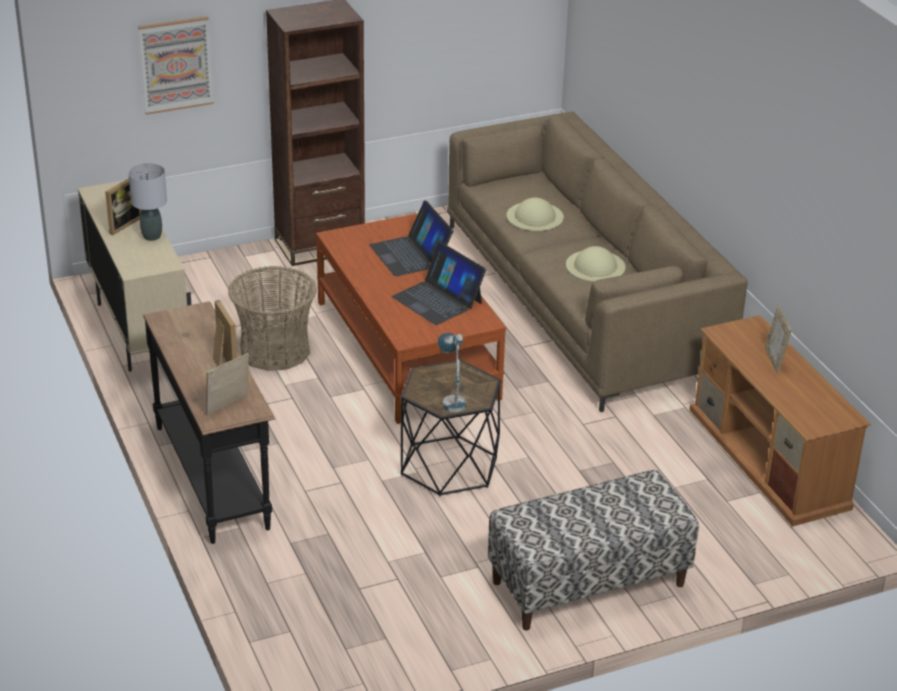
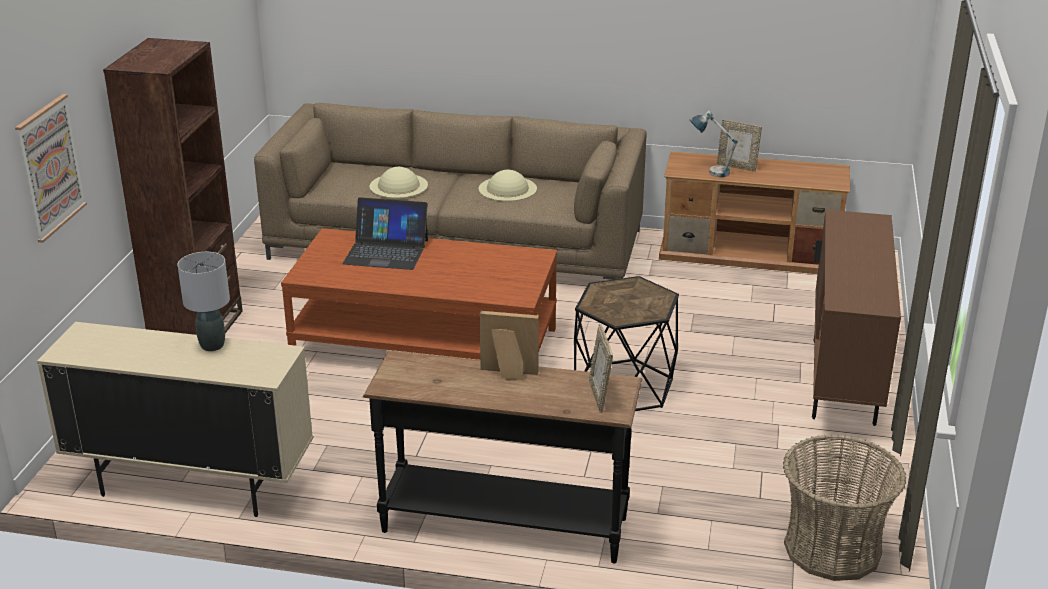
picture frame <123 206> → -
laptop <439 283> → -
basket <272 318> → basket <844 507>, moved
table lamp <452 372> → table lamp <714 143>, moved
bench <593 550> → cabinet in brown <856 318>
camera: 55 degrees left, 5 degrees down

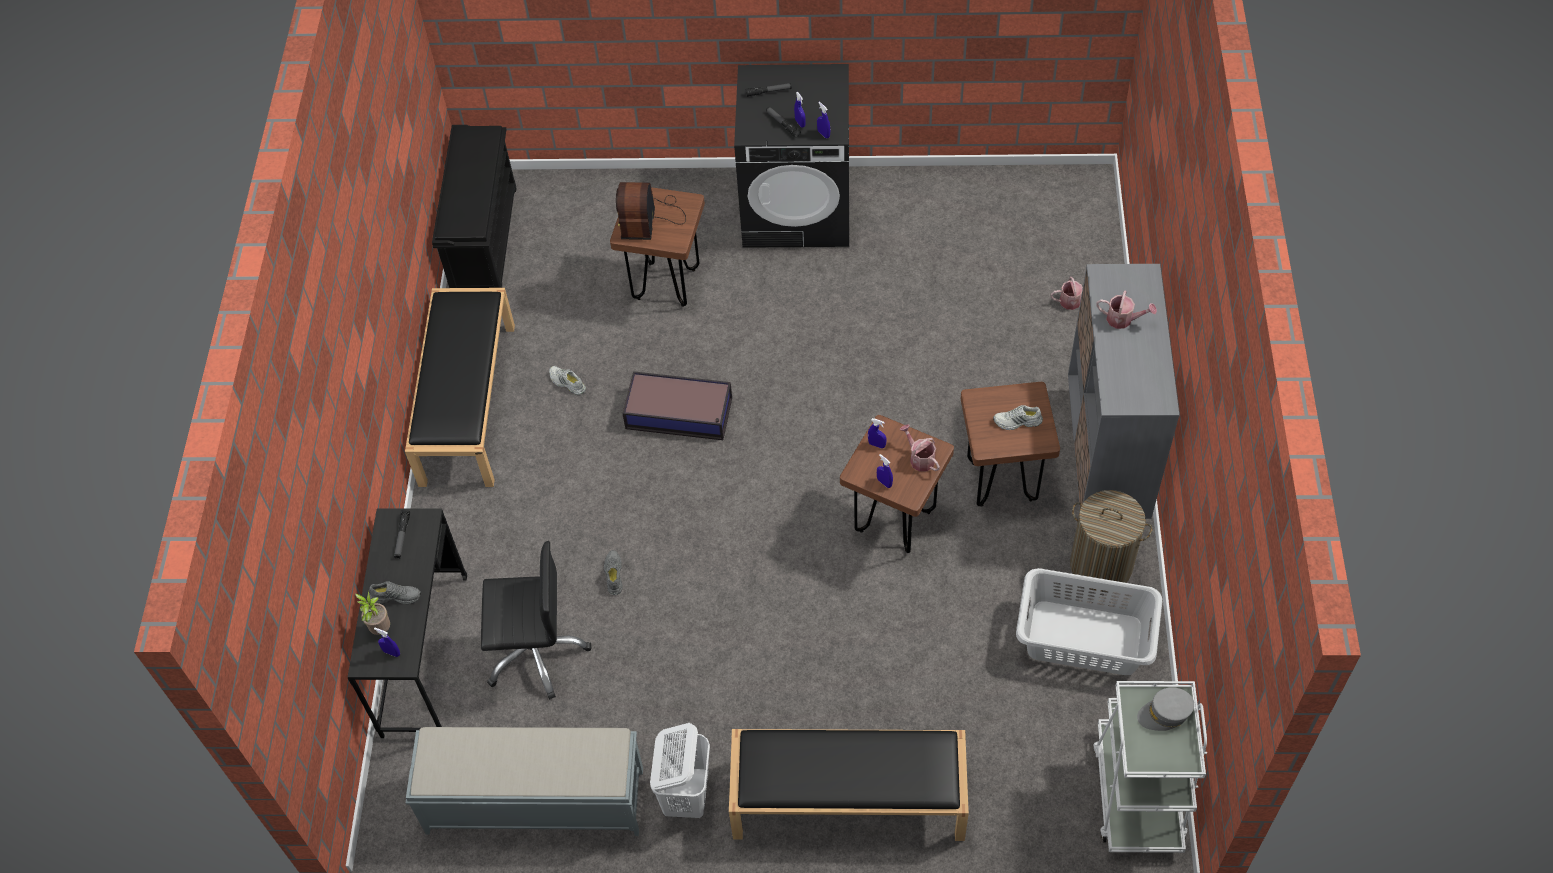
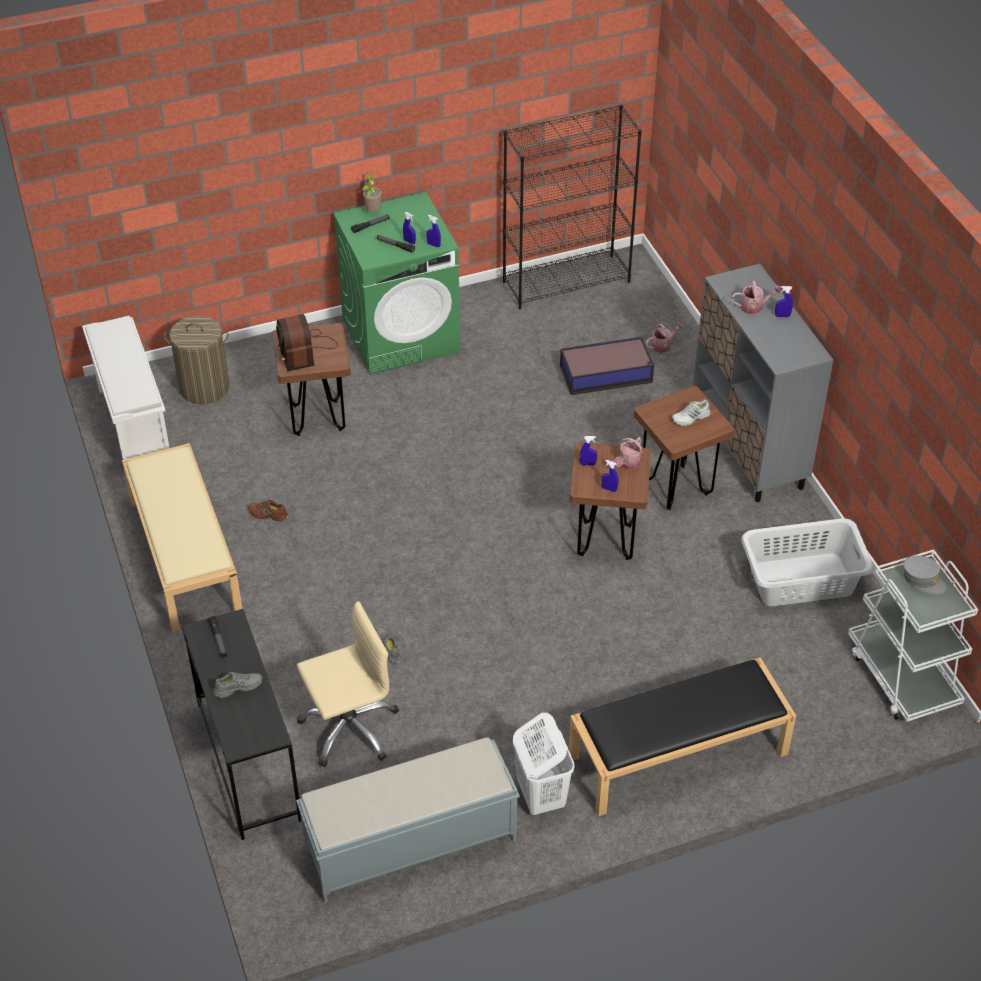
washing machine in black <791 156> → washing machine in green <396 283>
shoe rack in black <474 206> → shoe rack in white <126 388>
bench in black <460 387> → bench in beige <182 537>
shoe in white <567 380> → shoe in brown <268 510>
storage box <677 405> → storage box <607 366>, moved
watering can <920 448> → watering can <628 453>, 90 degrees counterclockwise
laundry basket <1111 541> → laundry basket <196 360>, moved
office chair in black <536 620> → office chair in beige <348 684>
potted plant <372 612> → potted plant <371 192>, moved
spray bottle in blue <387 642> → spray bottle in blue <784 301>, moved
cap in grey <1165 709> → cap in grey <925 575>, 105 degrees counterclockwise
- → bookcase in black <572 207>
camera: 25 degrees left, 10 degrees down

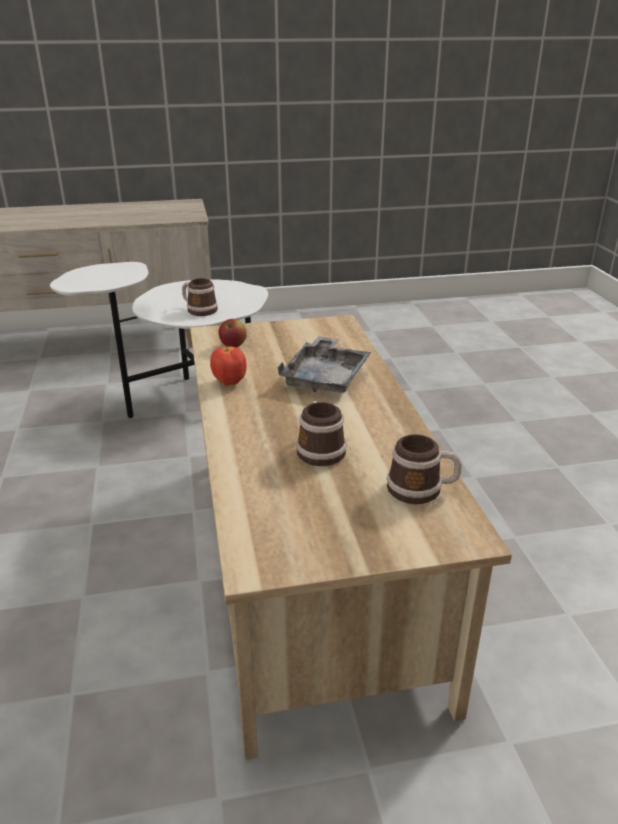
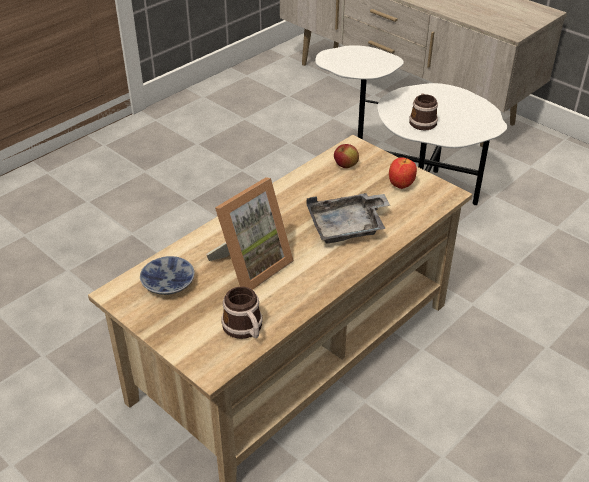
apple <228 365> → apple <403 173>, moved
mug <321 433> → picture frame <250 233>
- → bowl <167 275>
camera: 55 degrees right, 10 degrees up

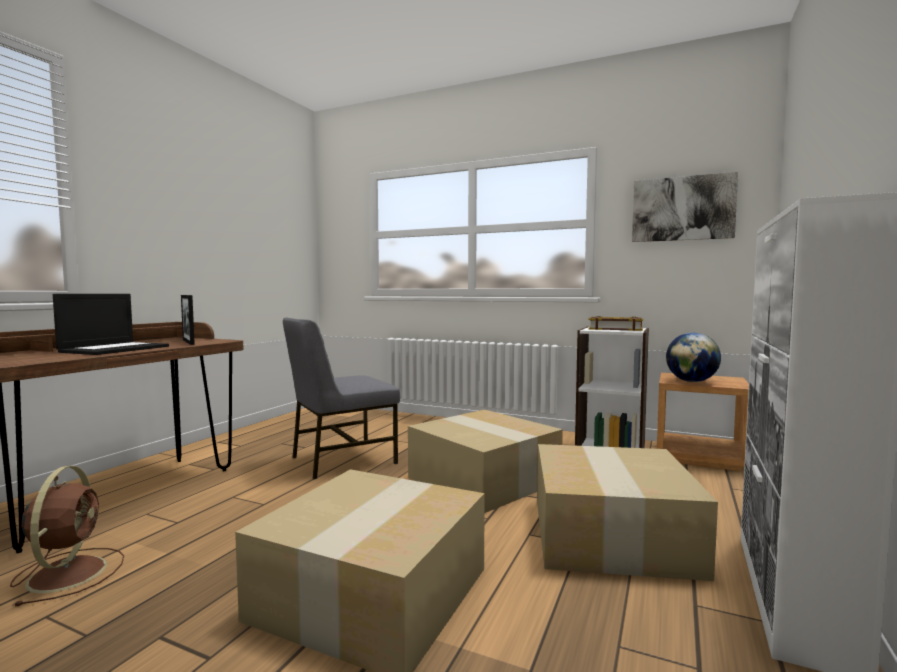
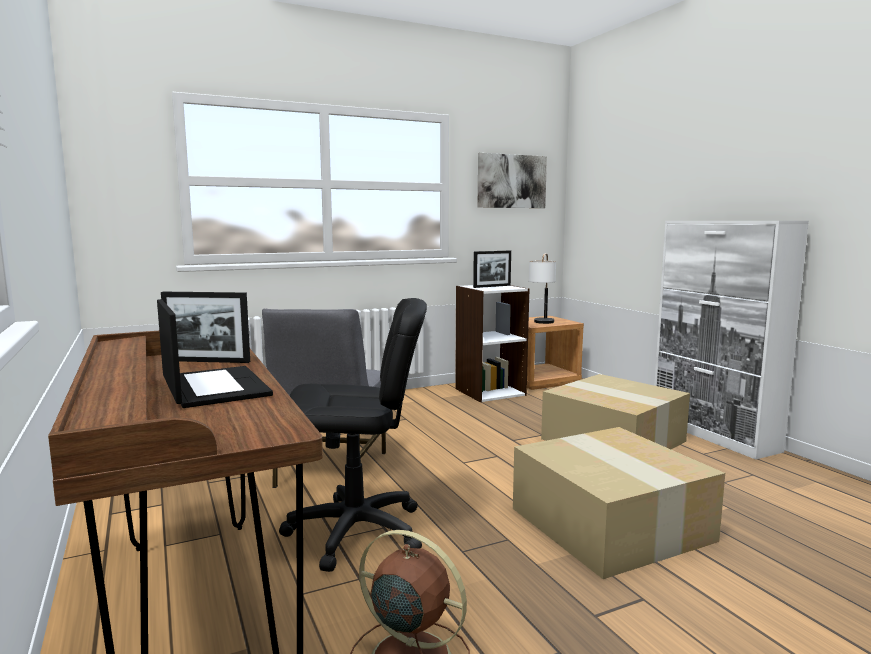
book <616 323> → picture frame <492 269>
globe <693 357> → table lamp <542 288>
cardboard box <485 461> → -
- → office chair in black <353 435>
camera: 50 degrees left, 5 degrees up

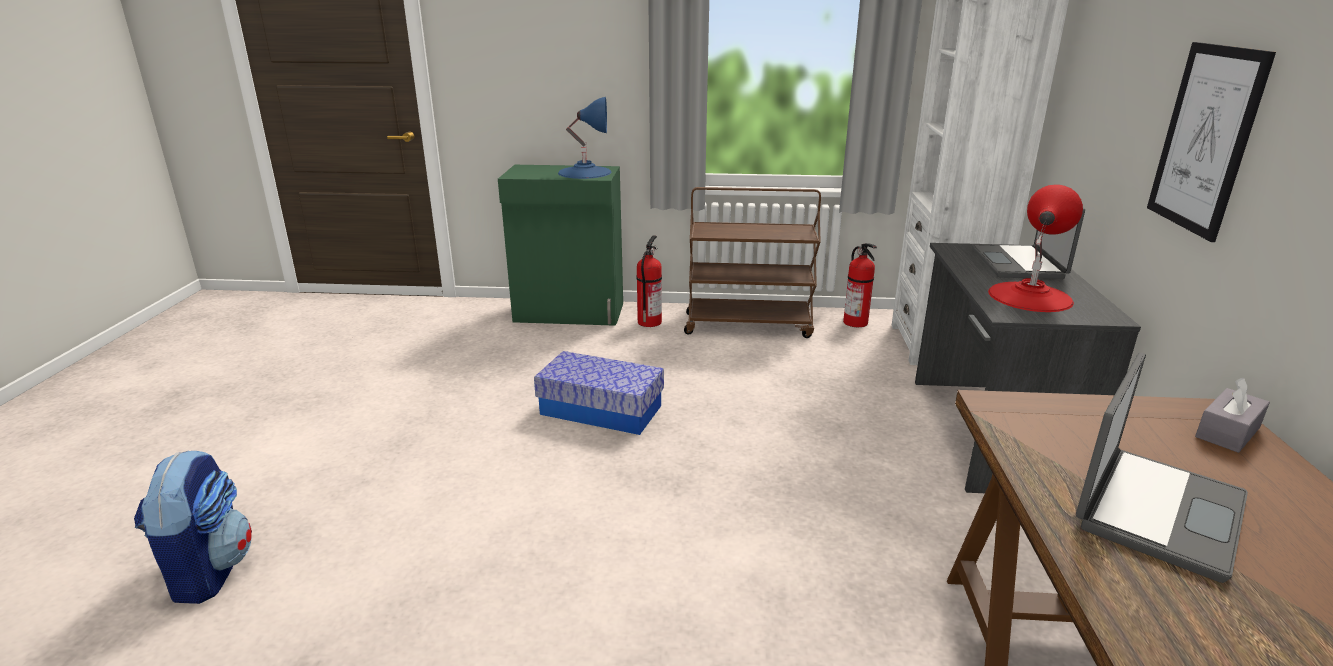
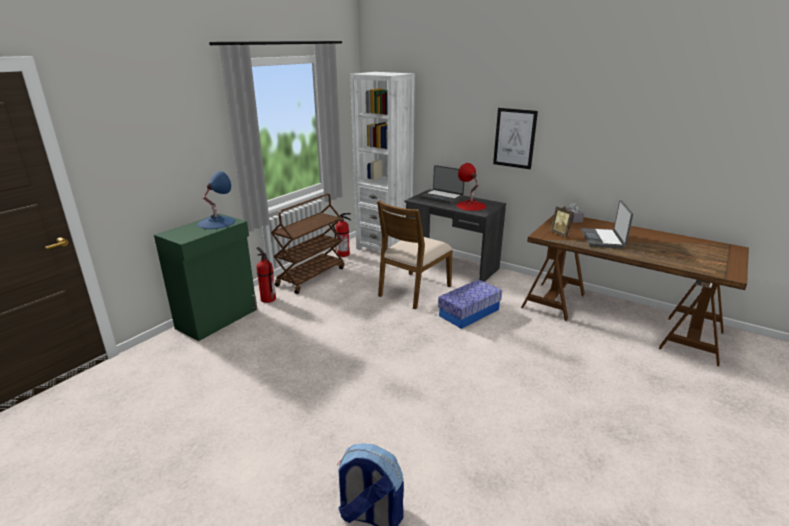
storage box <599 393> → storage box <470 304>, moved
laptop <1162 467> → laptop <607 224>, 150 degrees counterclockwise
- → chair in brown <415 255>
- → picture frame <562 221>
camera: 60 degrees left, 0 degrees up

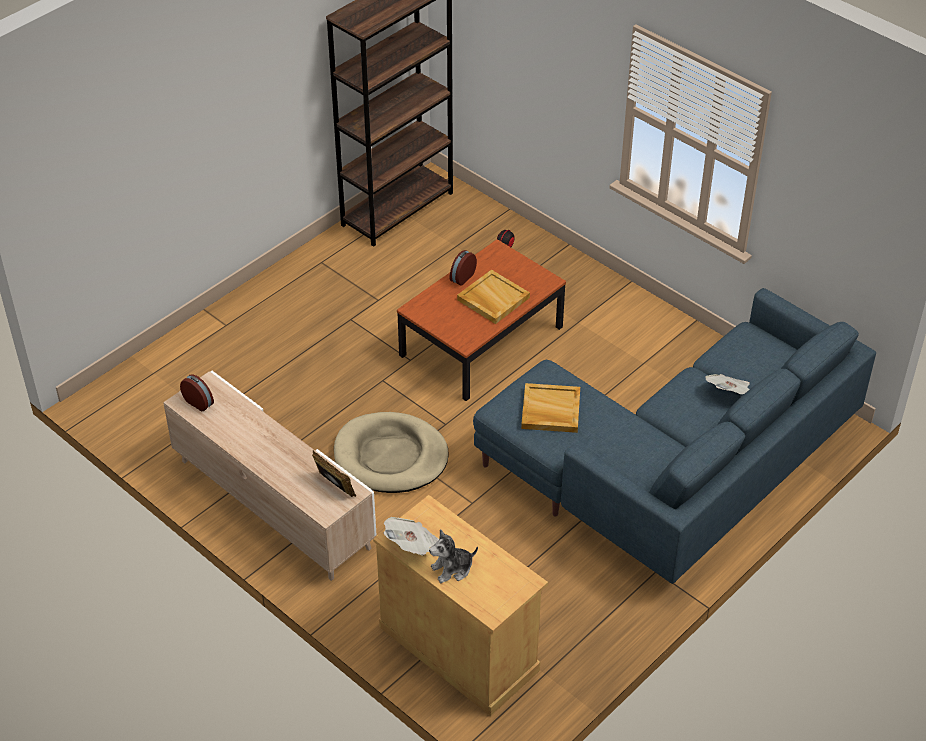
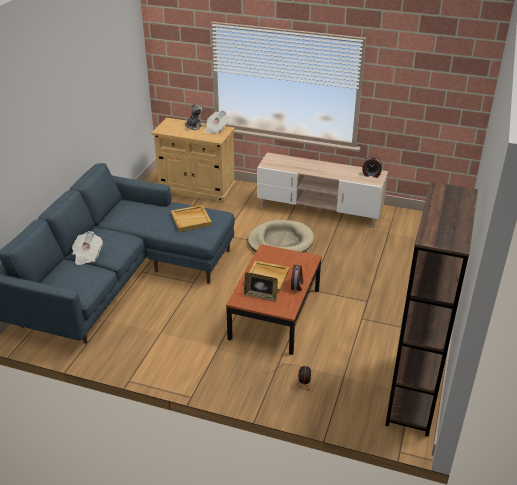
picture frame <334 473> → picture frame <261 287>, moved
camera: 155 degrees right, 10 degrees down

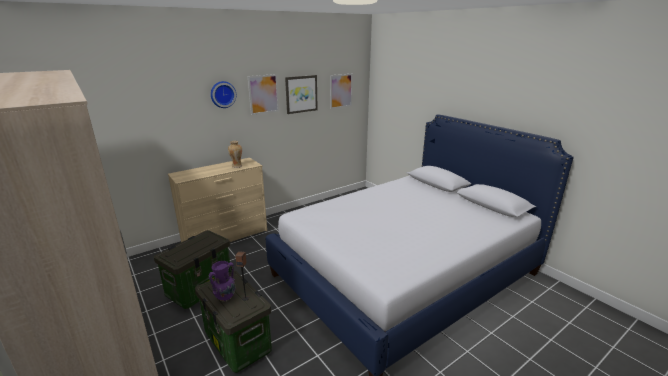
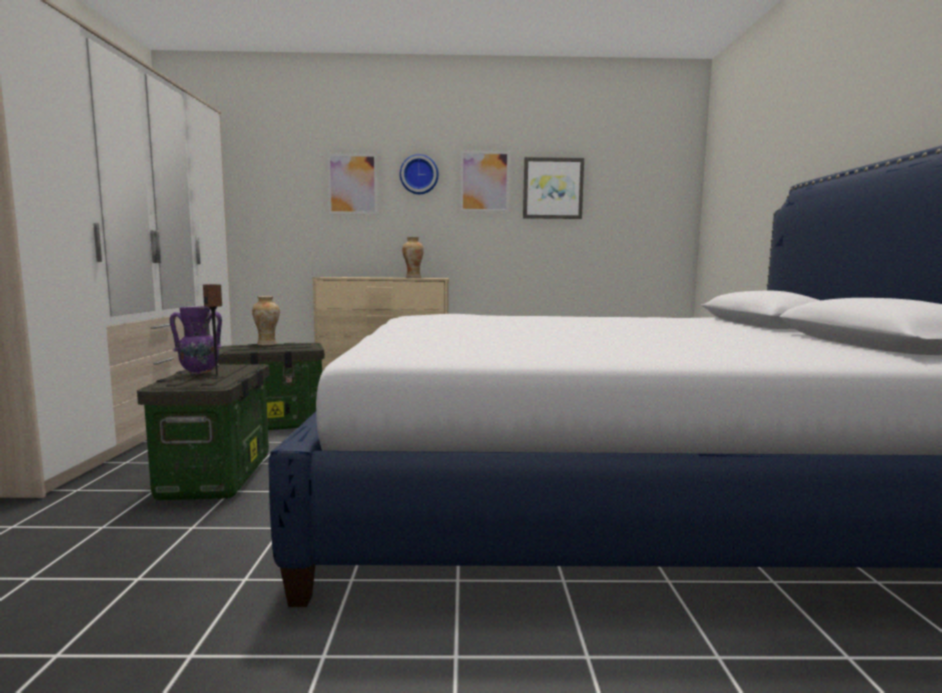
picture <341 91> → picture <352 184>, moved
- → vase <266 321>
camera: 35 degrees right, 15 degrees down

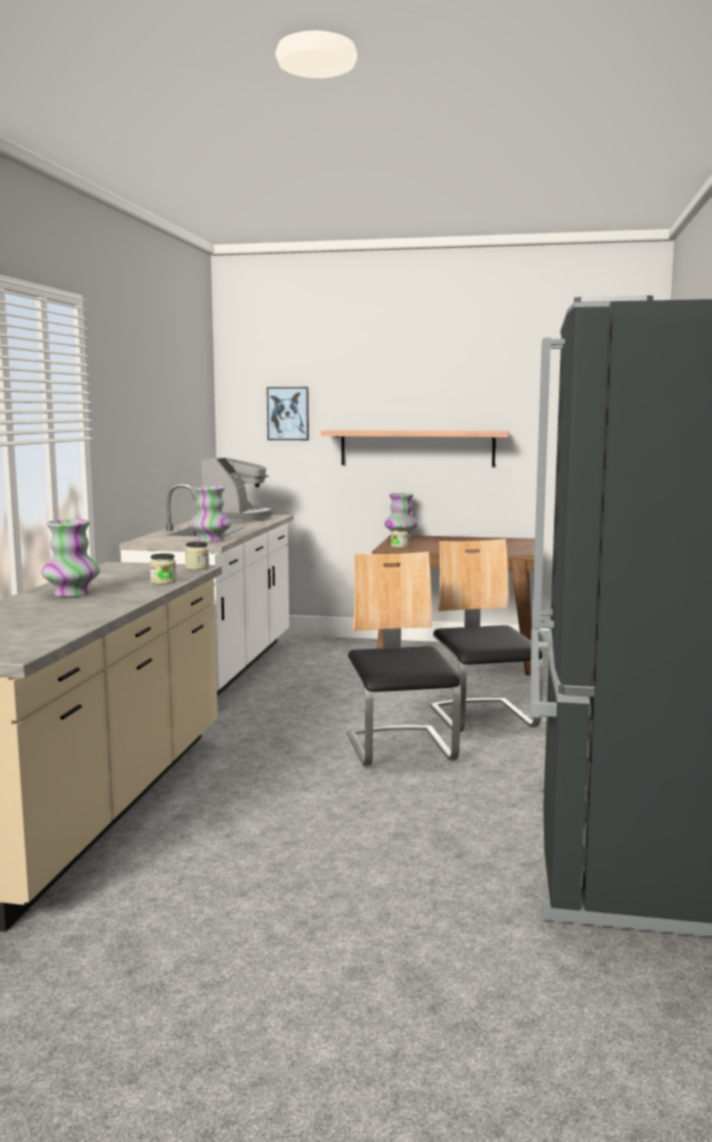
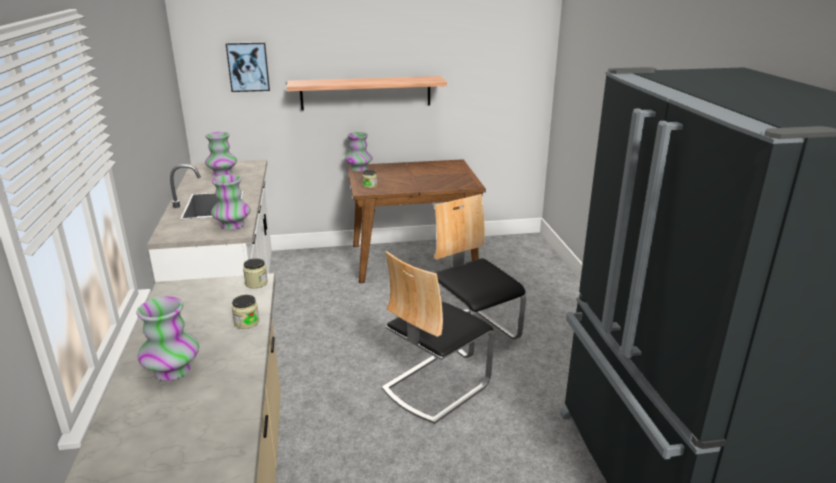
coffee machine <237 490> → vase <221 154>
chair <404 659> → chair <438 337>, 105 degrees counterclockwise
camera: 20 degrees left, 15 degrees up

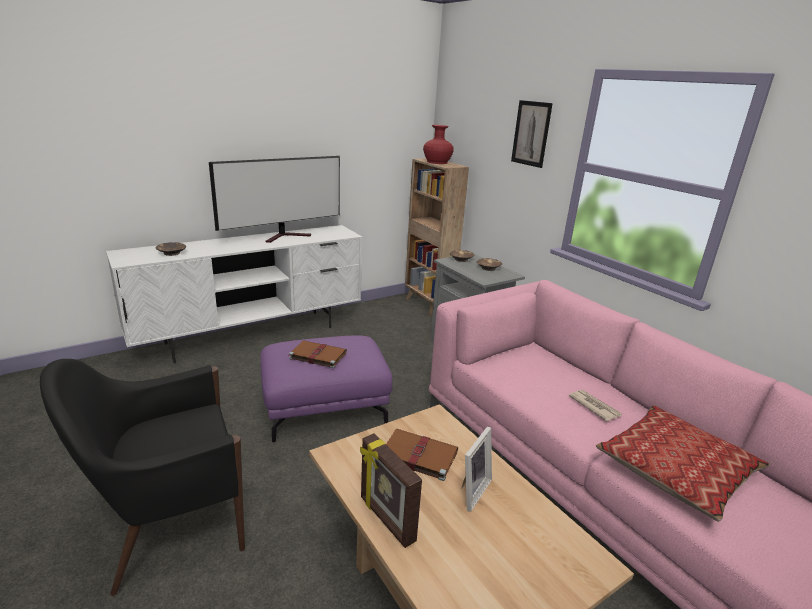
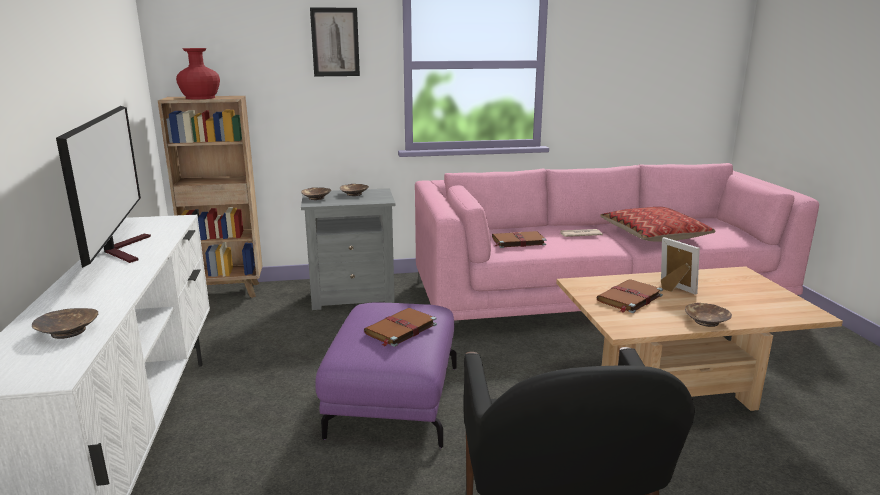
picture frame <391 490> → bowl in brown <708 315>
- → book in brown <519 239>
camera: 65 degrees left, 5 degrees down

